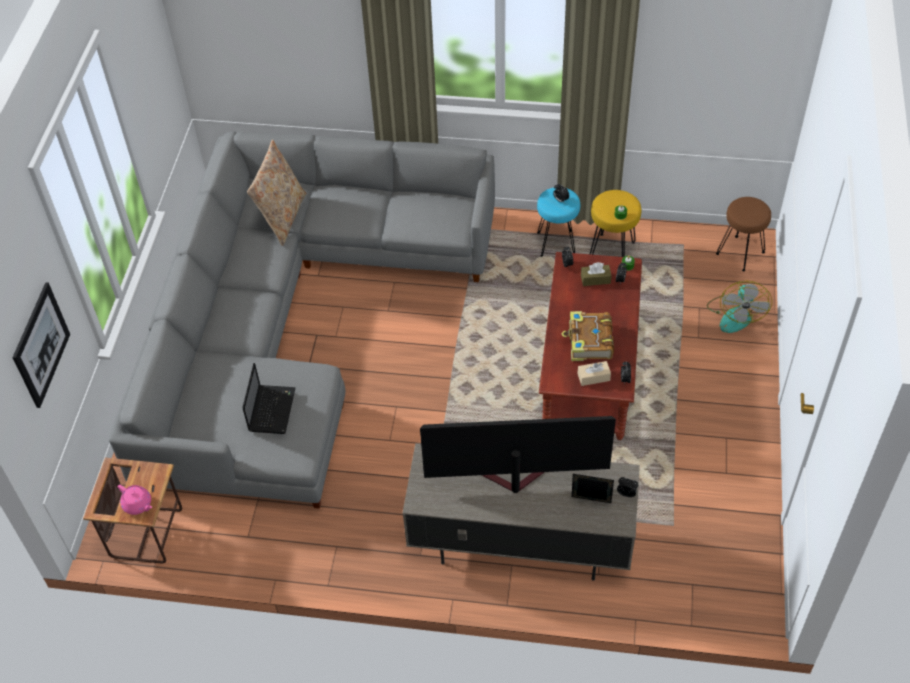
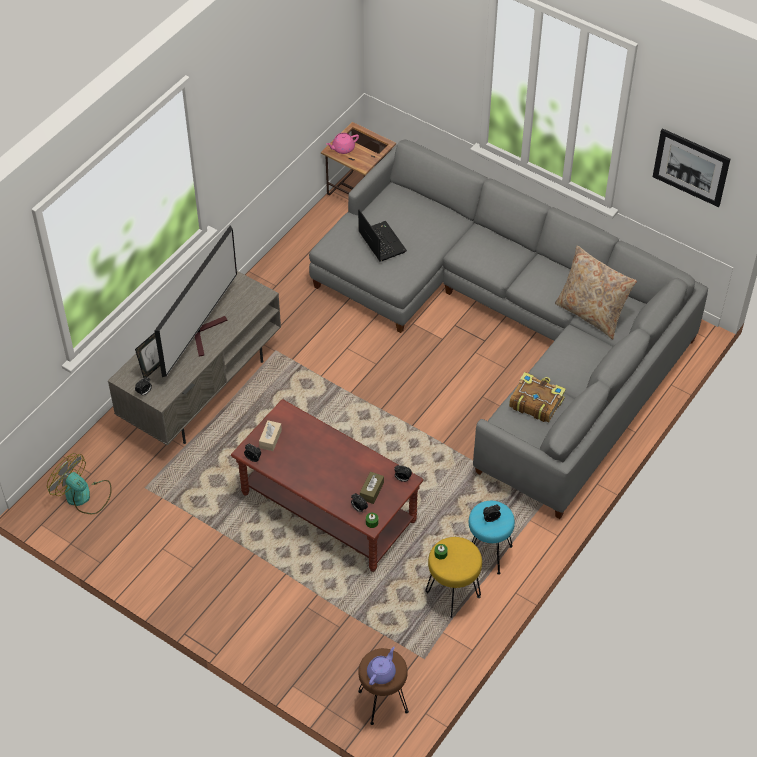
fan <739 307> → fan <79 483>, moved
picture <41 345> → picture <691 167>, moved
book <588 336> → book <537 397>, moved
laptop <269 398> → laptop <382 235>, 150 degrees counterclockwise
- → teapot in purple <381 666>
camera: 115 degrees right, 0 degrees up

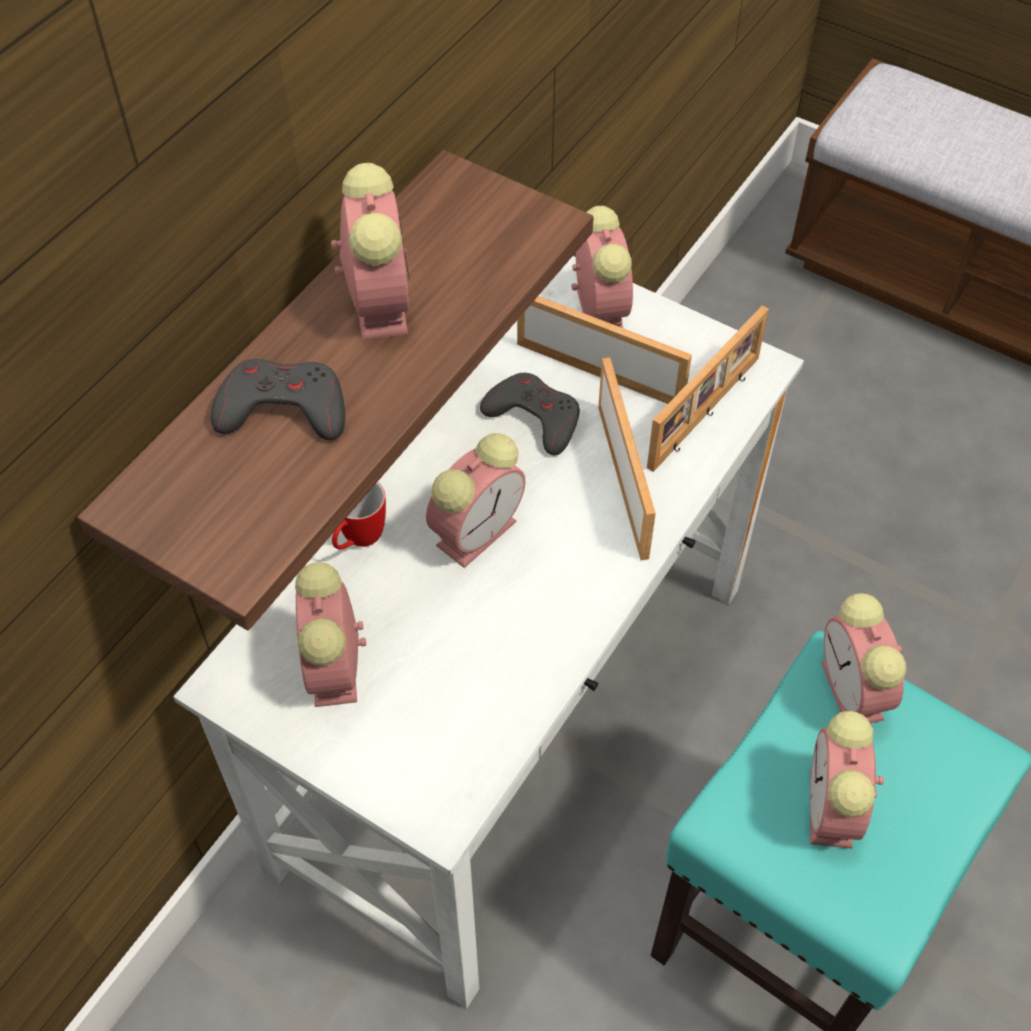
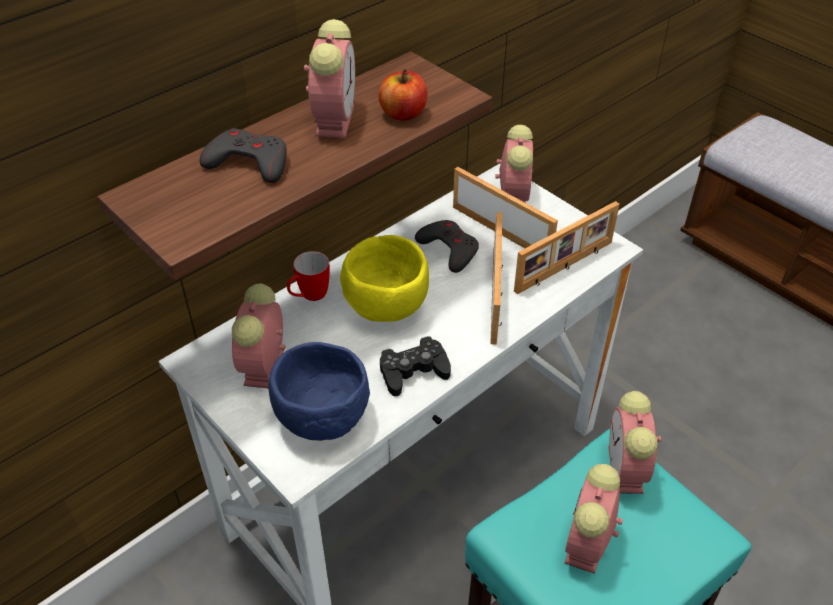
alarm clock <475 500> → bowl in yellow <384 278>
- → apple <403 95>
- → game controller in black <415 366>
- → bowl in blue <319 391>
camera: 15 degrees right, 10 degrees down

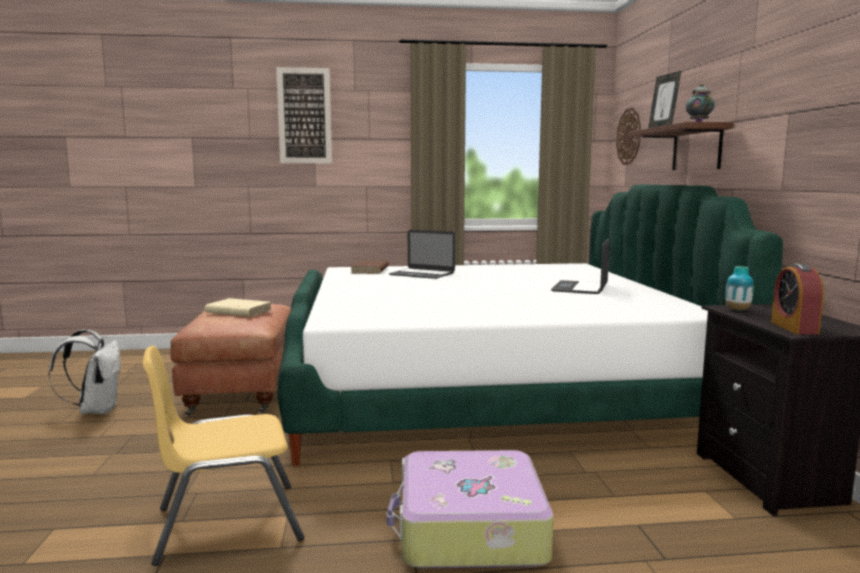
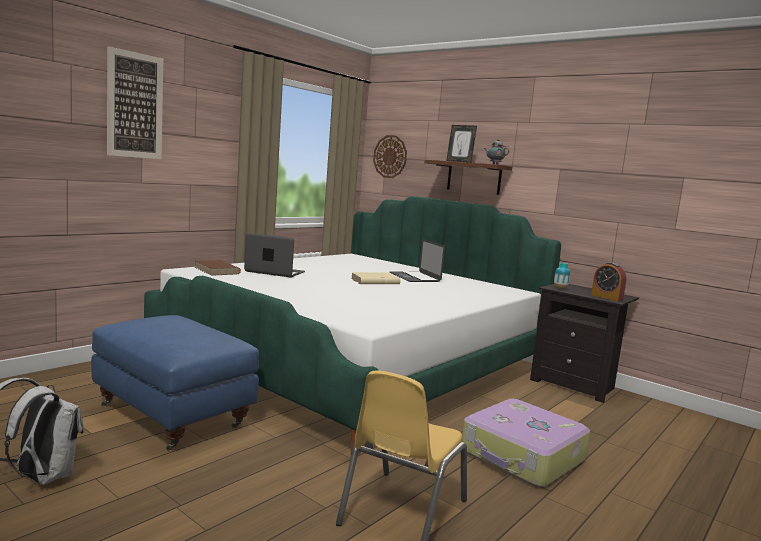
laptop <422 254> → laptop <274 255>, 150 degrees counterclockwise
book in beige <238 307> → book in beige <376 278>, moved
ottoman in brown <230 360> → ottoman in blue <175 383>
camera: 45 degrees left, 0 degrees up

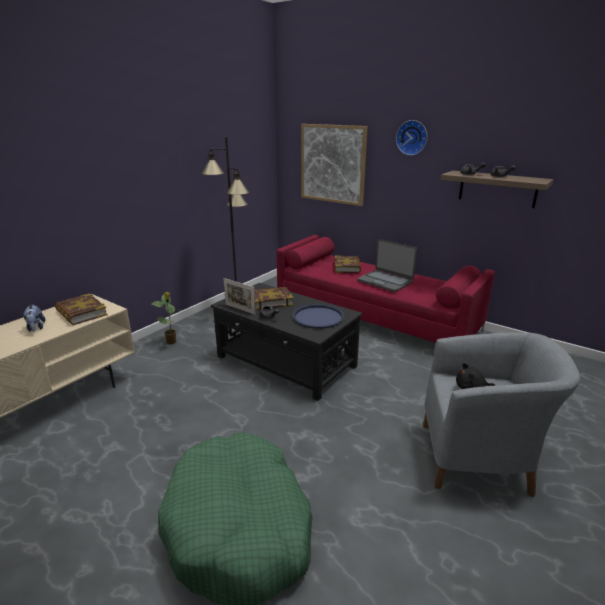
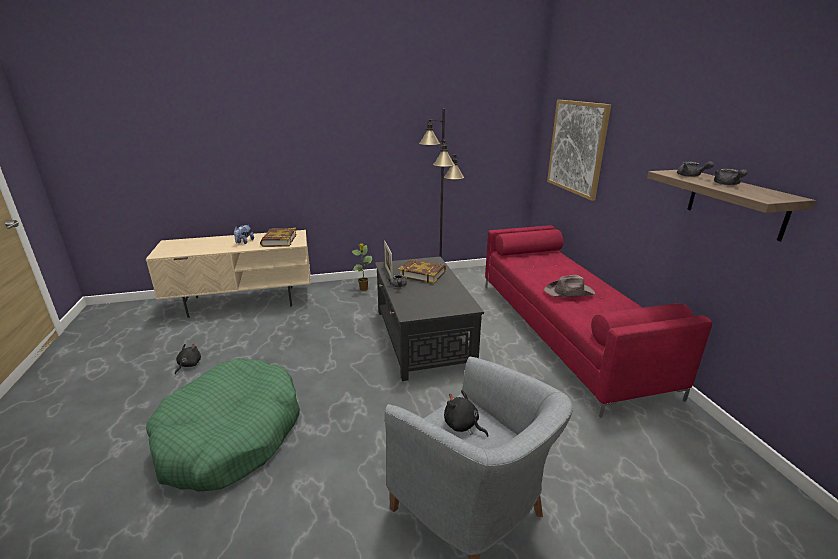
wall clock <411 137> → -
laptop <387 265> → hat in brown <569 286>
book <347 264> → -
tray in blue <318 316> → -
- → plush toy in black <188 358>
camera: 40 degrees right, 0 degrees up

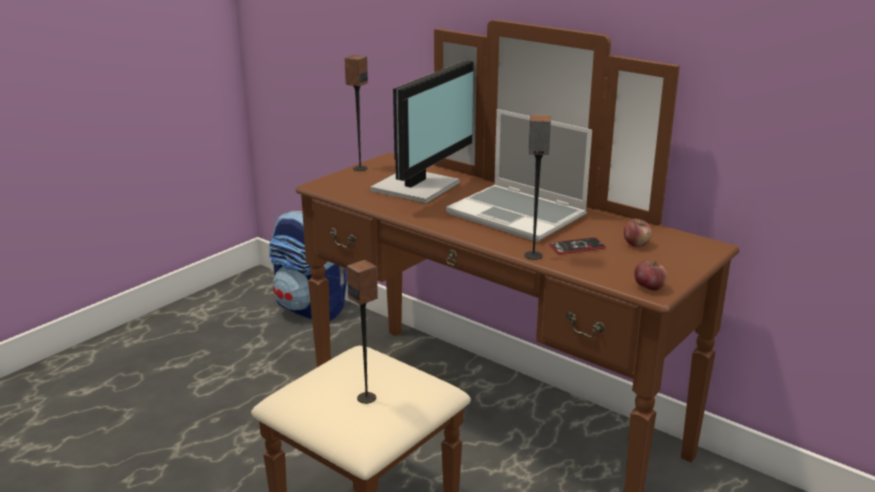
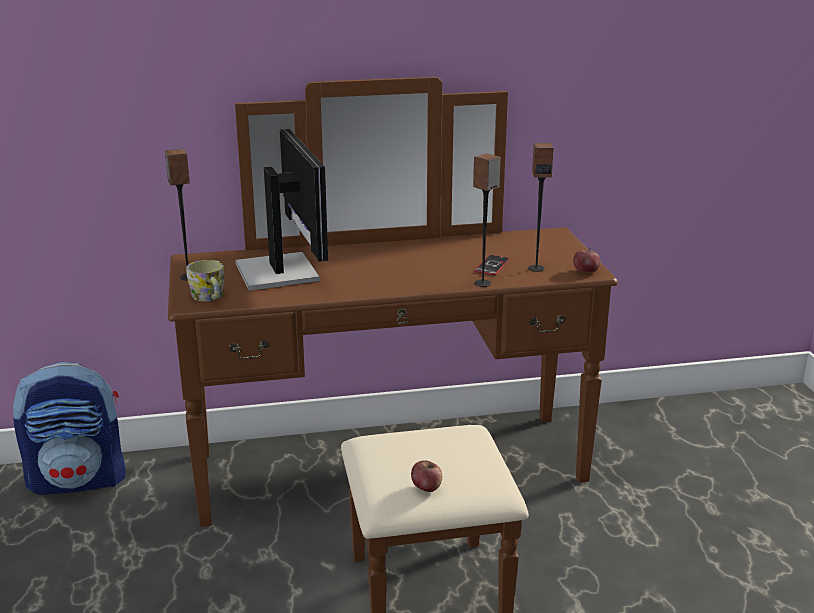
laptop <519 175> → -
apple <638 233> → apple <426 476>, moved
speaker <362 332> → speaker <541 207>, moved
- → mug <205 280>
camera: 50 degrees left, 0 degrees up

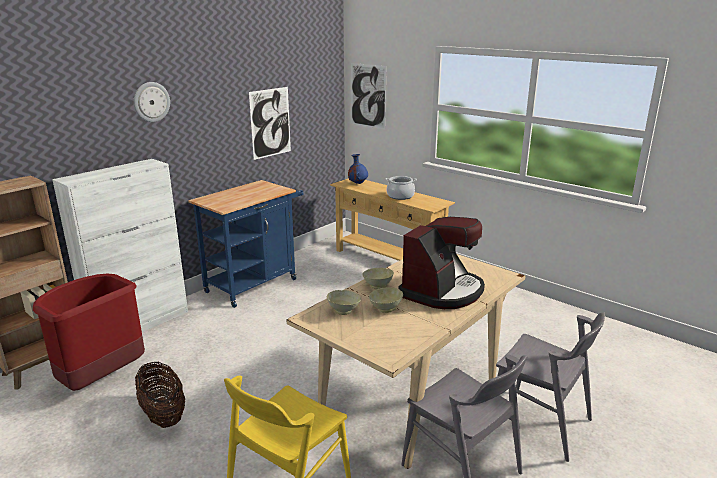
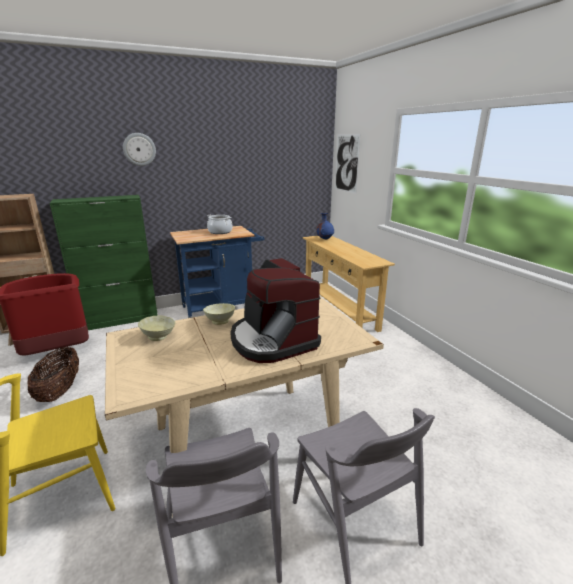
picture <270 123> → -
cabinet in white <120 245> → cabinet in green <104 262>
cooking pot <401 188> → cooking pot <219 224>, moved
coffee machine <442 263> → coffee machine <275 310>, 90 degrees clockwise
bowl in beige <386 300> → -
camera: 25 degrees right, 0 degrees up

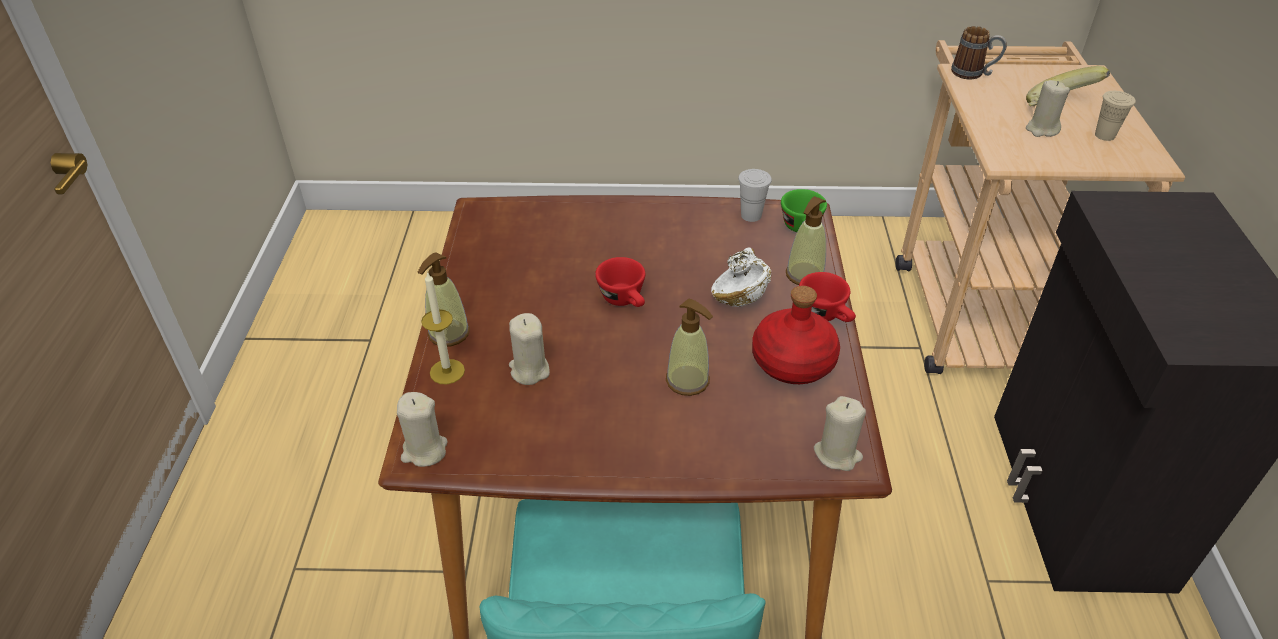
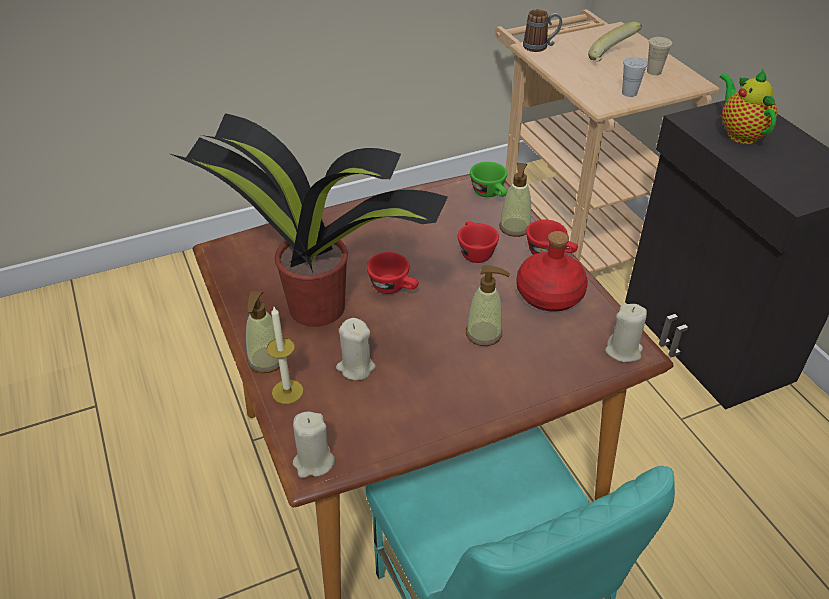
candle in beige <1048 108> → -
cup in white <755 195> → cup in white <635 77>, moved
bowl in white <741 277> → cup in red <478 242>
- → teapot <749 106>
- → potted plant <308 220>
camera: 25 degrees left, 0 degrees up

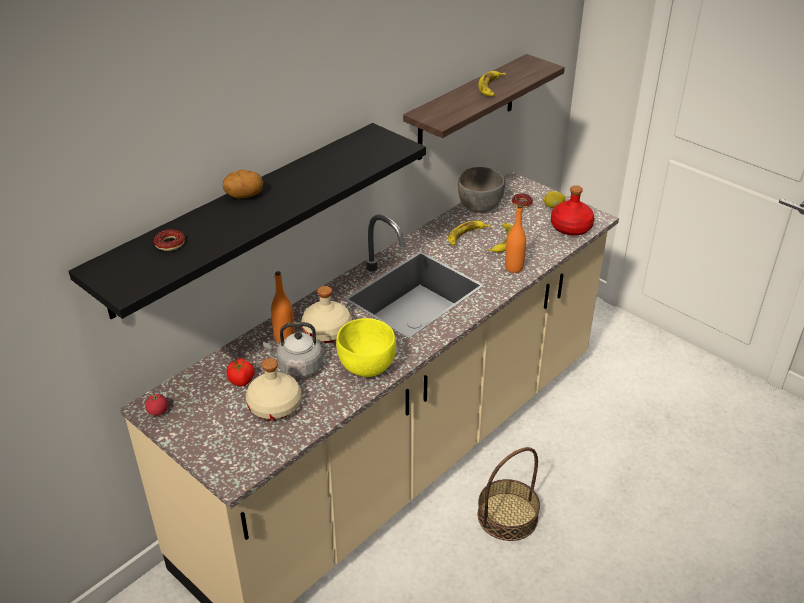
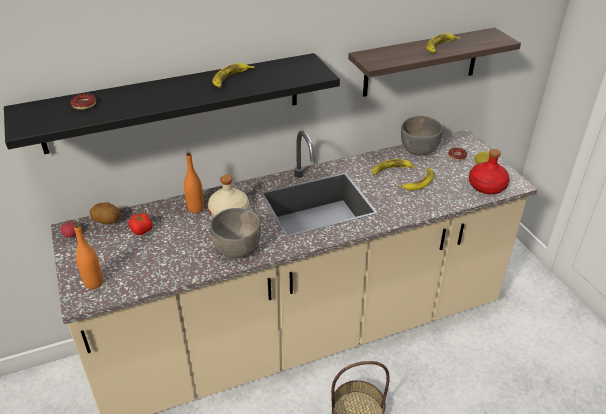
potato <243 184> → potato <105 213>, moved
bottle in orange <515 239> → bottle in orange <88 256>, moved
bowl in yellow <366 347> → bowl in grey <235 233>
kettle in grey <293 350> → -
bottle in beige <273 389> → -
- → banana <233 75>
camera: 25 degrees right, 0 degrees up

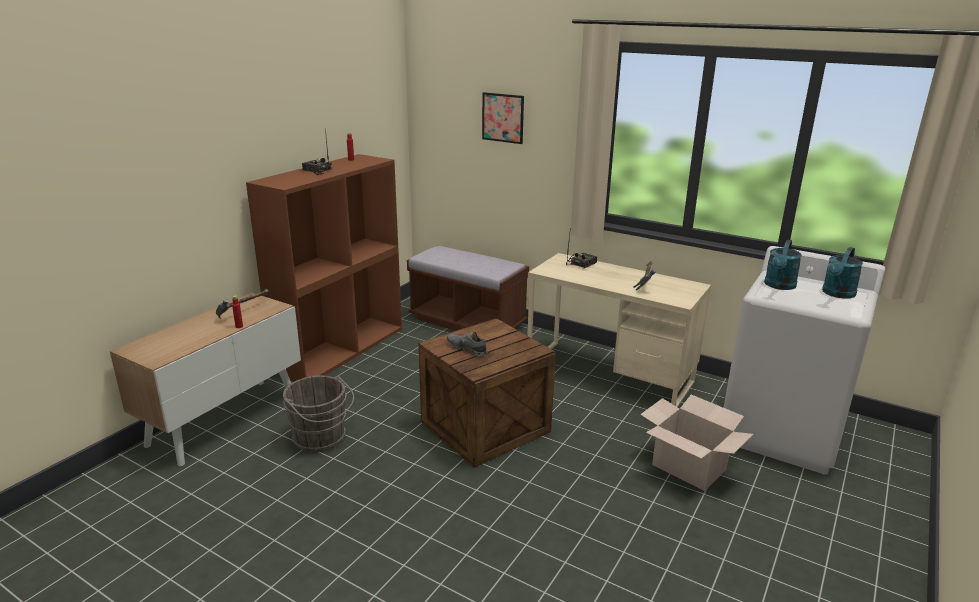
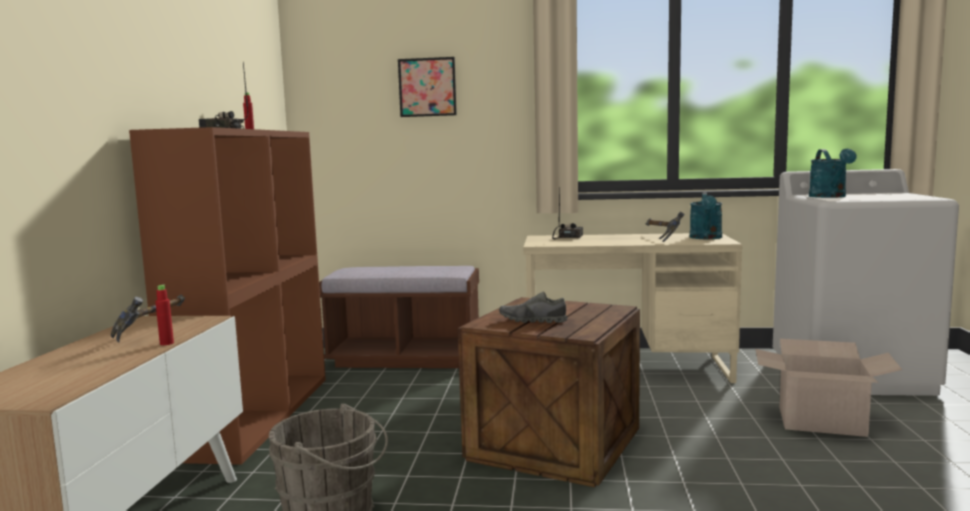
watering can in turquoise <842 273> → watering can in turquoise <706 215>, moved
camera: 25 degrees left, 15 degrees down

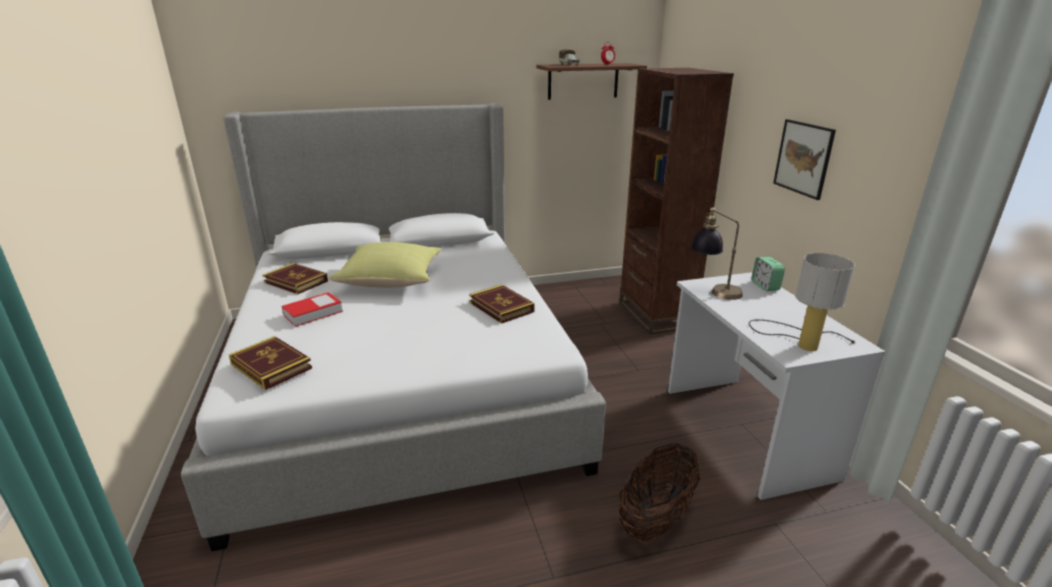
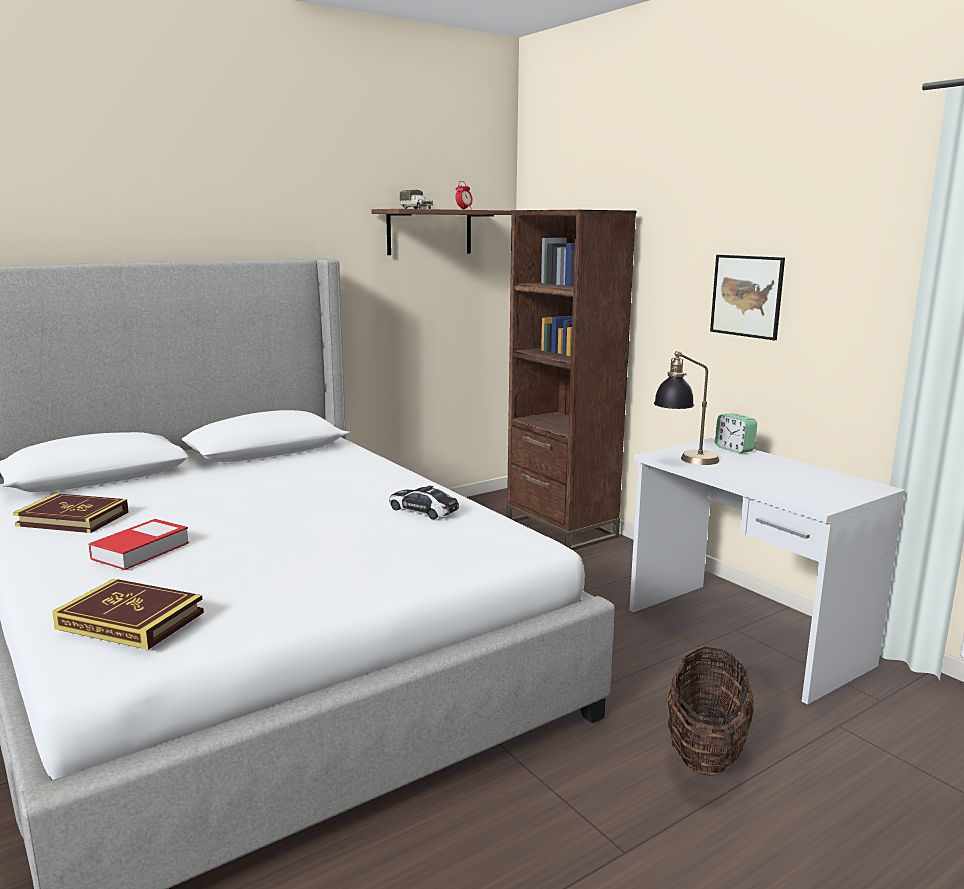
pillow in yellow <385 265> → -
table lamp <802 302> → -
book <502 304> → toy car <424 502>
camera: 20 degrees left, 10 degrees down

